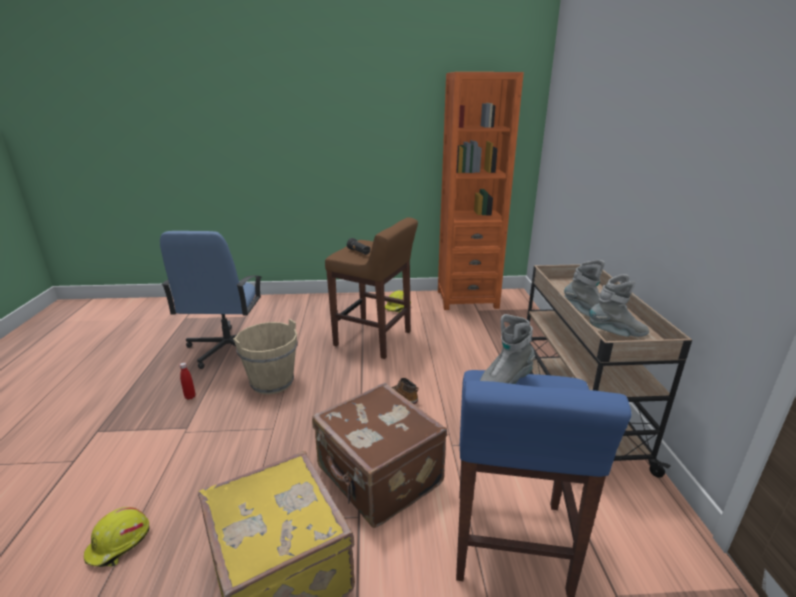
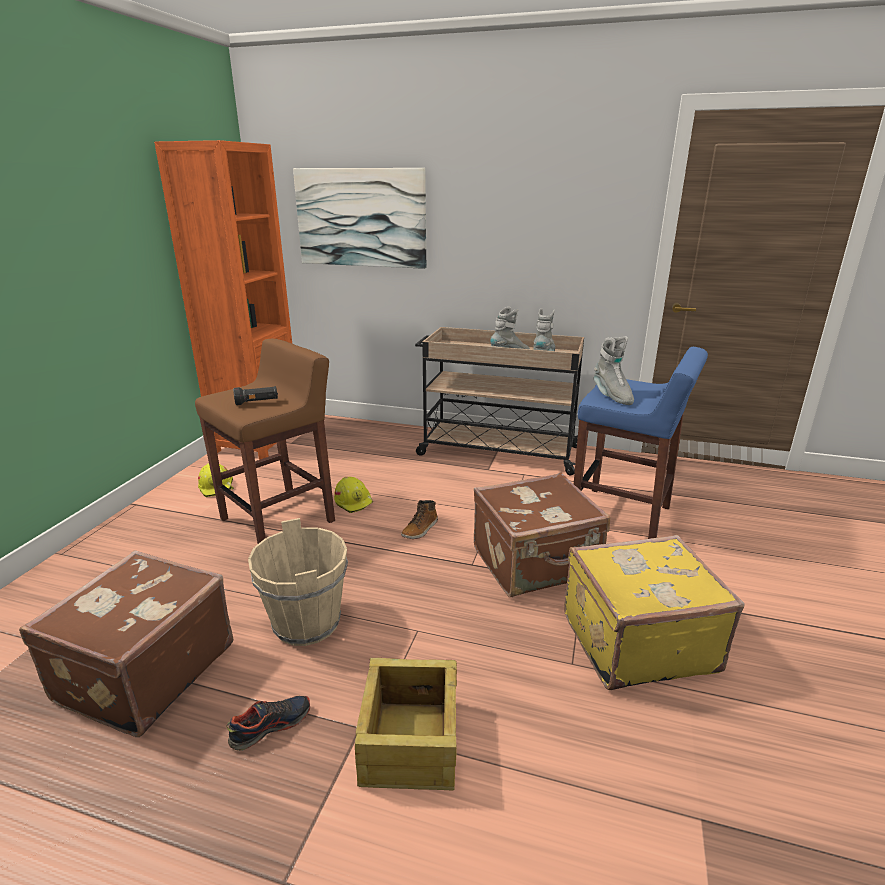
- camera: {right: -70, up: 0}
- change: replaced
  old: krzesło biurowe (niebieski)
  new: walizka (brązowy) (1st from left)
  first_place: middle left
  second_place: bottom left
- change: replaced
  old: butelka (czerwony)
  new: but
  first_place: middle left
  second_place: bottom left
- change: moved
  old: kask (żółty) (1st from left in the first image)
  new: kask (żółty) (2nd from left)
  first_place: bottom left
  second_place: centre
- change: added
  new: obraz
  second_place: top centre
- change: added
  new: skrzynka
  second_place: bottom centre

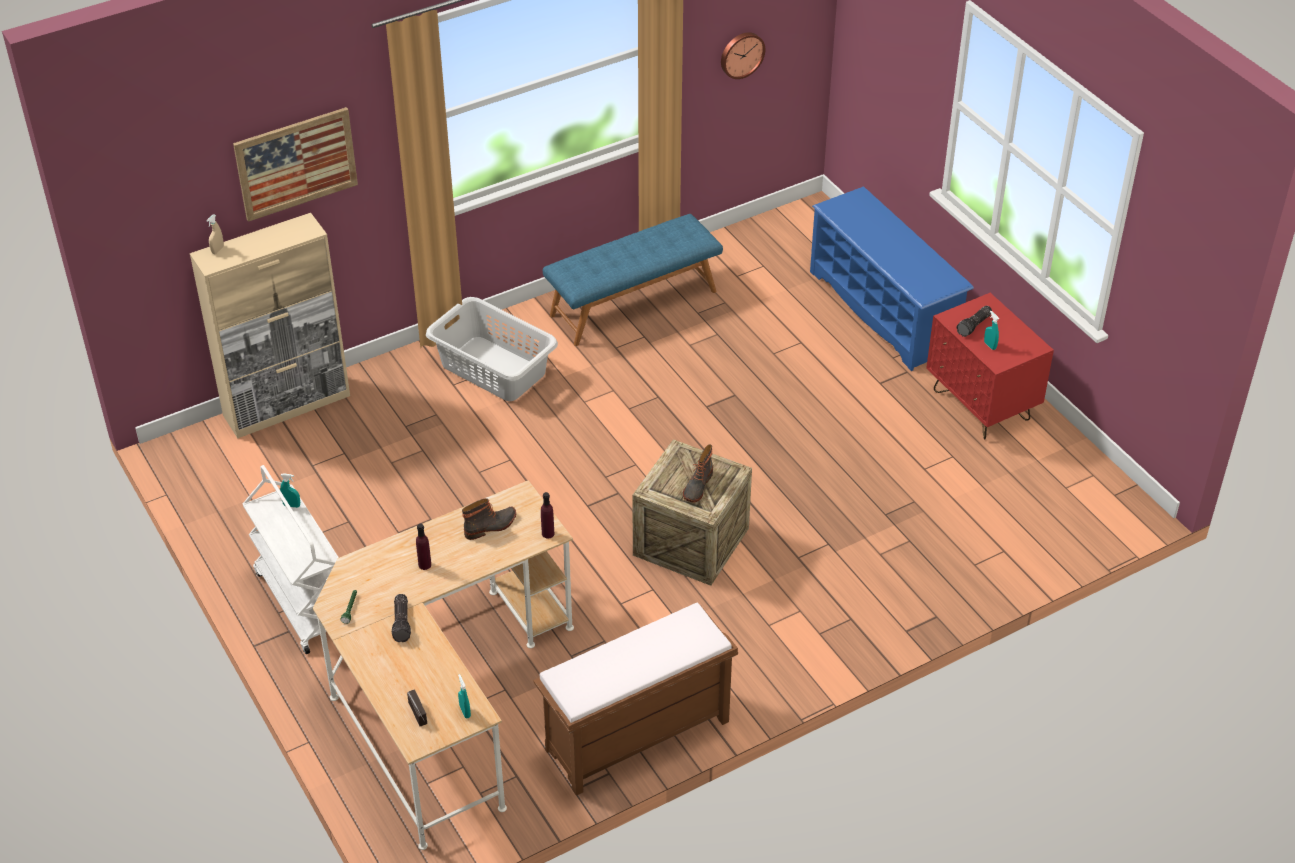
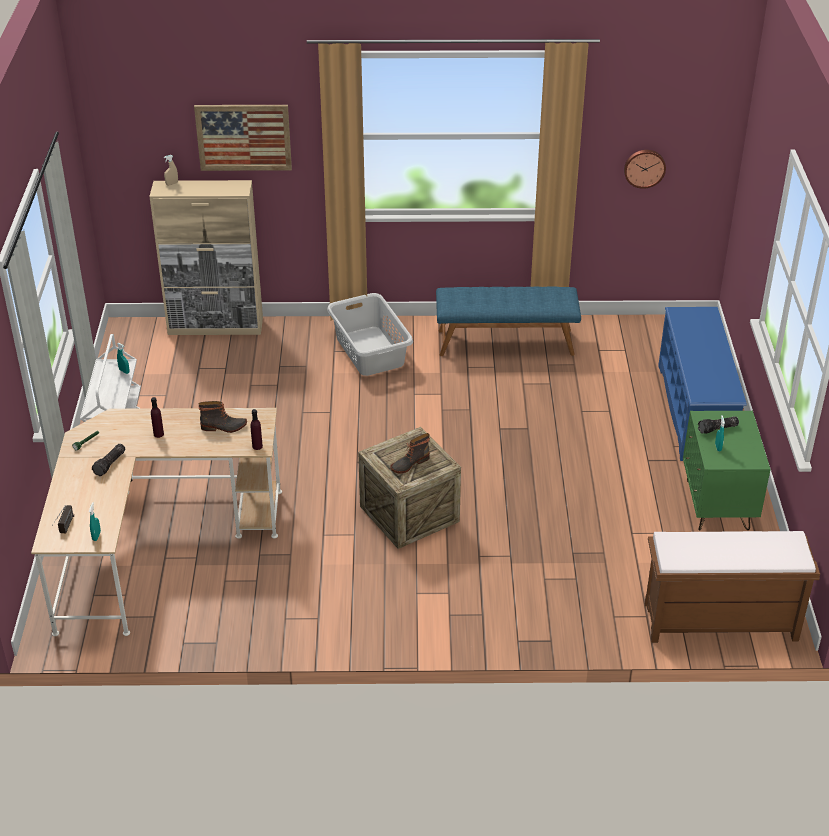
- camera: {right: 30, up: -5}
- change: recoloured
  old: szafka nocna (czerwony)
  new: szafka nocna (zielony)
  first_place: middle right
  second_place: middle right
- change: moved
  old: ławka (brązowy)
  first_place: bottom centre
  second_place: bottom right

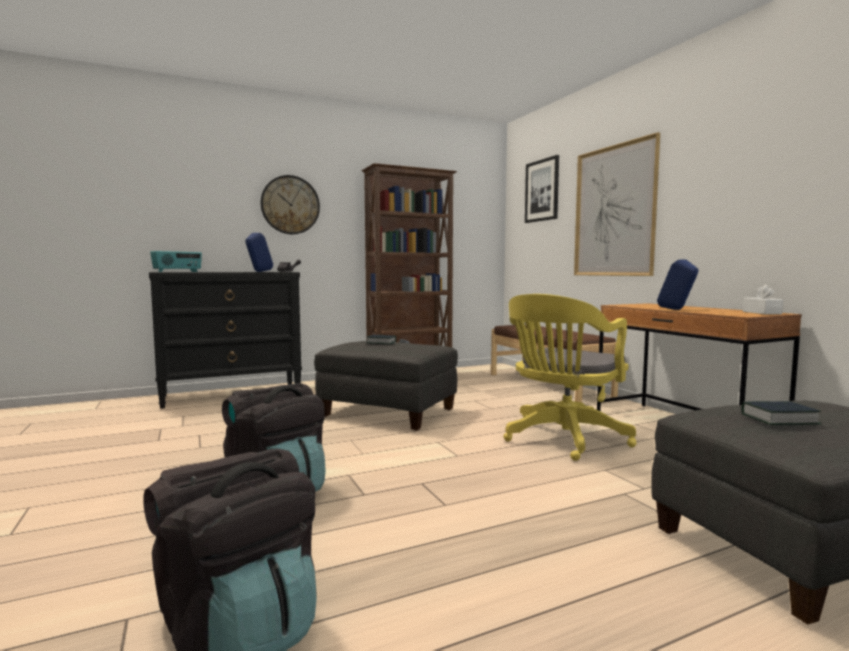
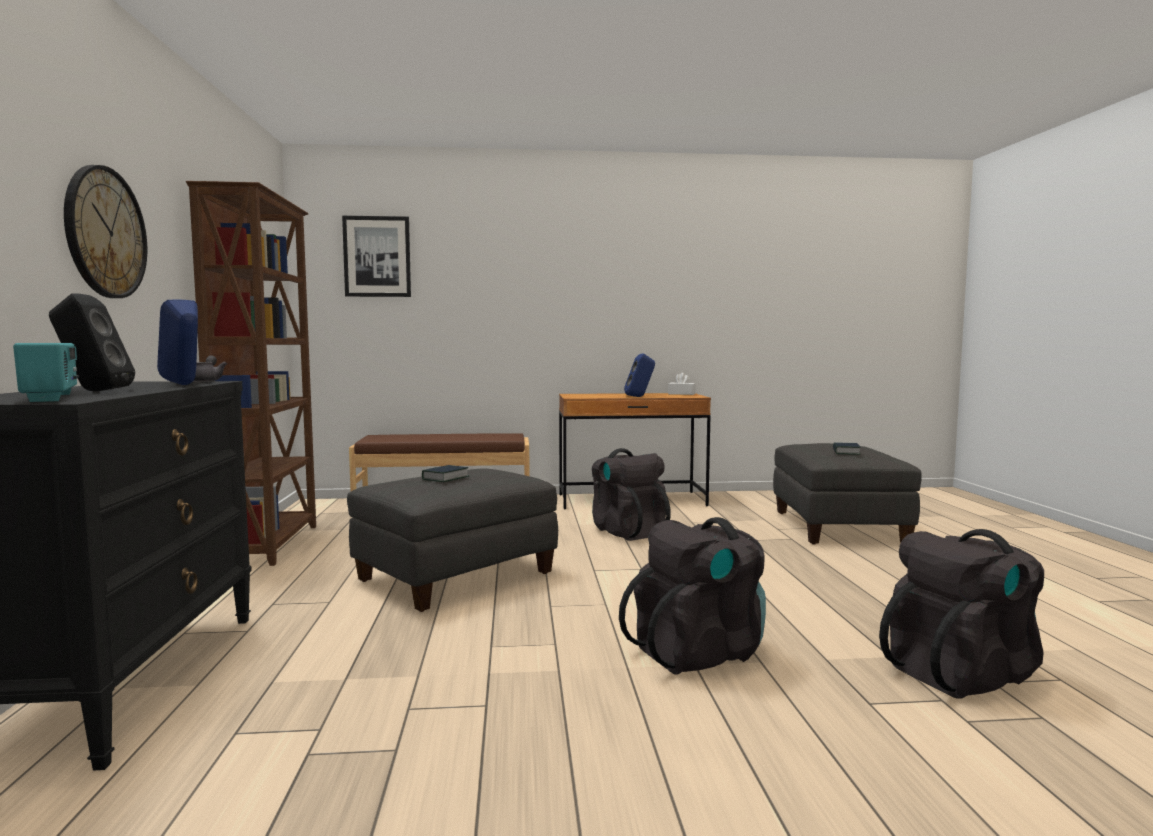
- camera: {right: -70, up: 0}
- change: removed
  old: obraz (2nd from left)
  first_place: top right
- change: replaced
  old: krzesło biurowe (żółty)
  new: plecak (czarny) (1st from left)
  first_place: middle right
  second_place: centre
- change: added
  new: głośnik (czarny)
  second_place: middle left

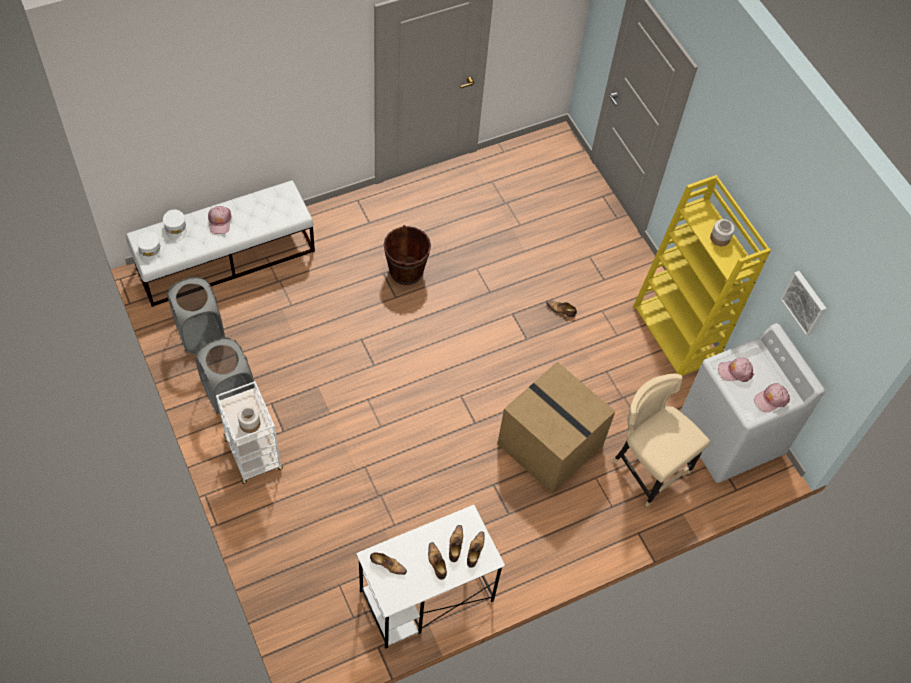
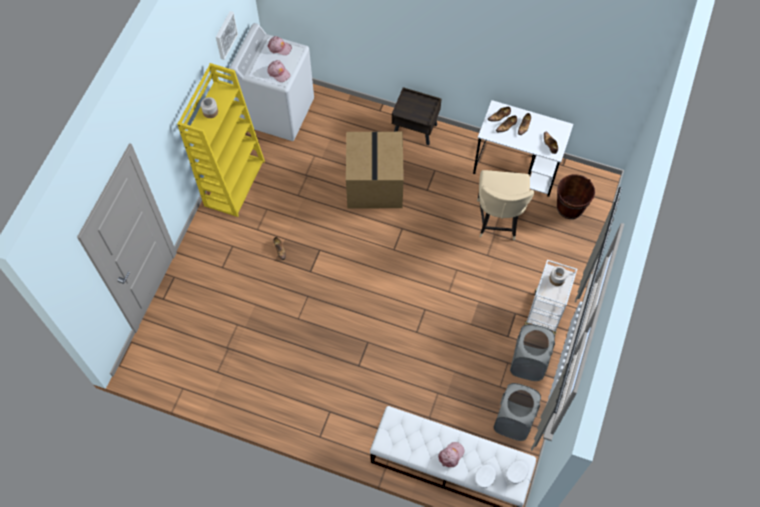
- camera: {right: -130, up: 5}
- change: moved
  old: wiadro (brązowy)
  first_place: centre
  second_place: middle right
- change: moved
  old: krzesło (beżowy)
  first_place: middle right
  second_place: centre
- change: added
  new: szafka nocna (brązowy)
  second_place: top centre

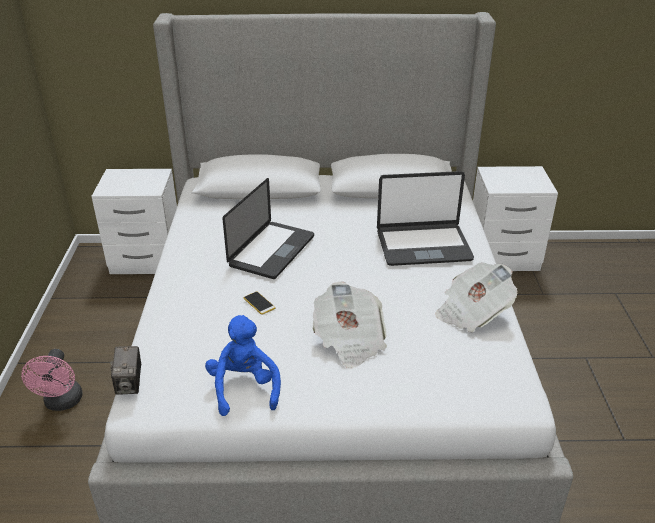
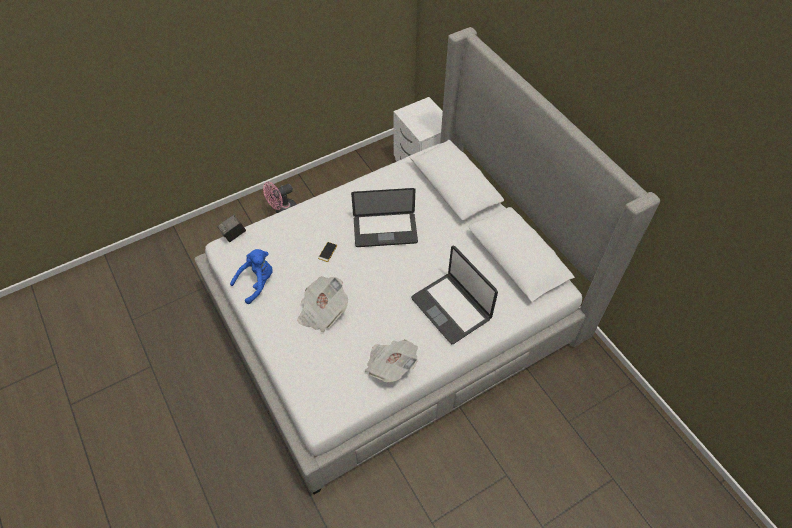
- camera: {right: 60, up: 20}
- change: removed
  old: szafka nocna (biały) (2nd from left)
  first_place: middle right

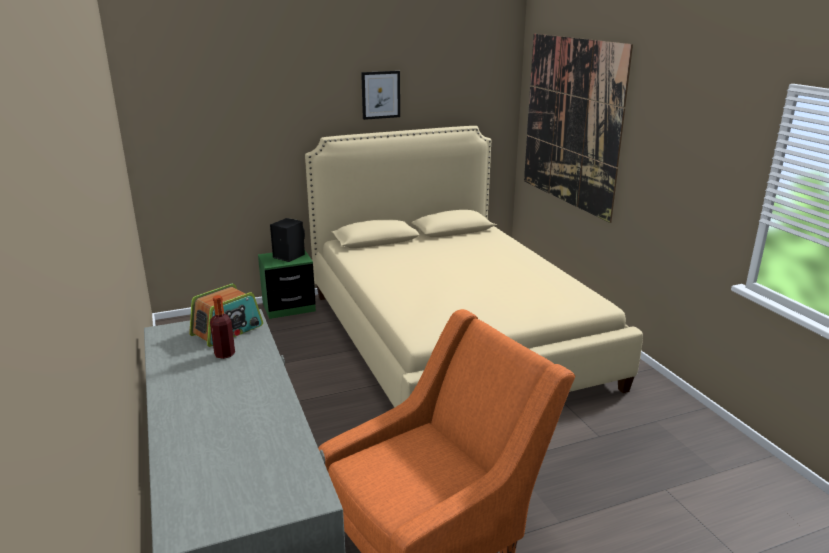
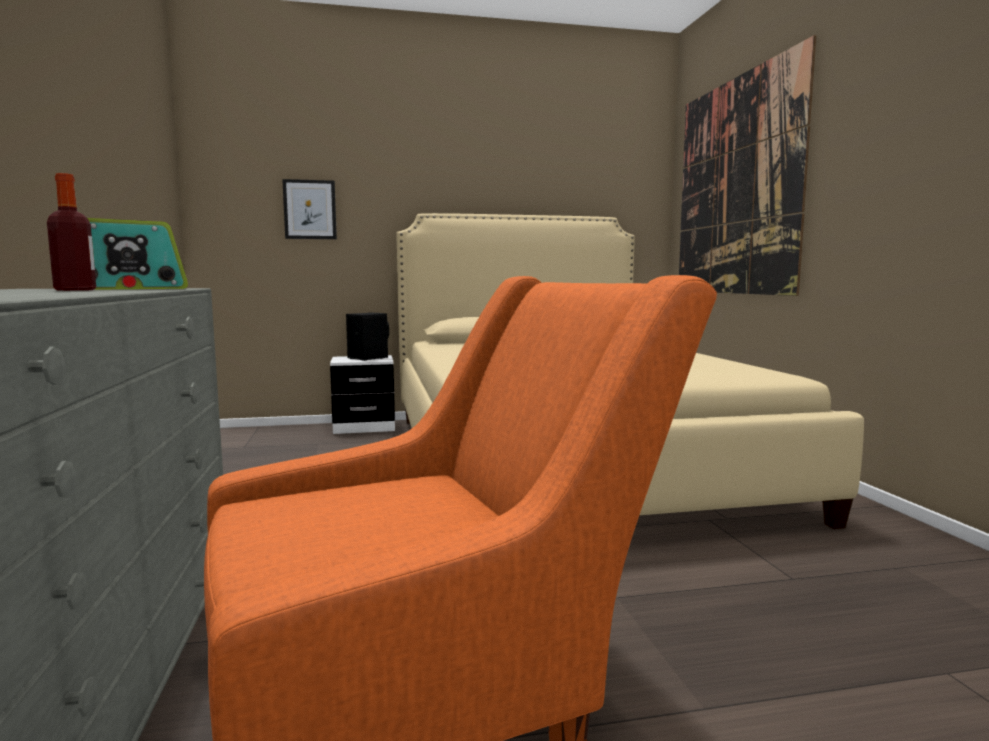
- camera: {right: 10, up: -15}
- change: moved
  old: obraz (1st from left)
  first_place: top centre
  second_place: top left
- change: recoloured
  old: szafka nocna (zielony)
  new: szafka nocna (biały)
  first_place: centre
  second_place: centre

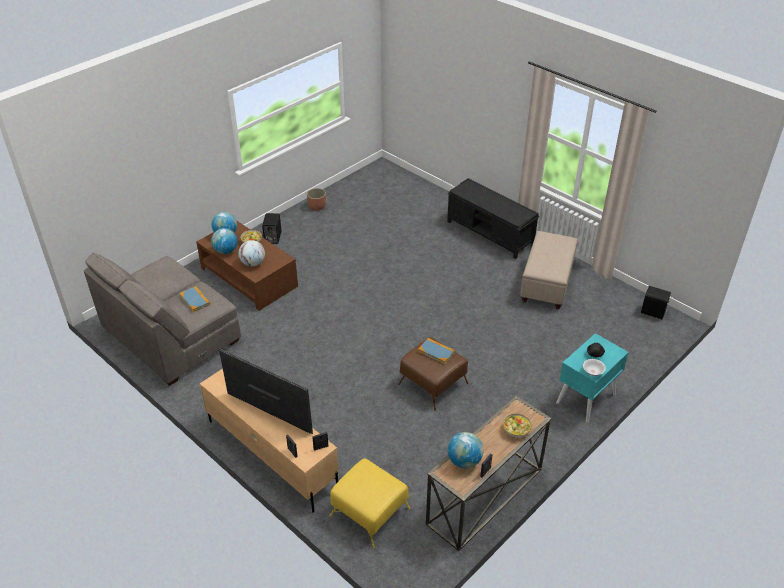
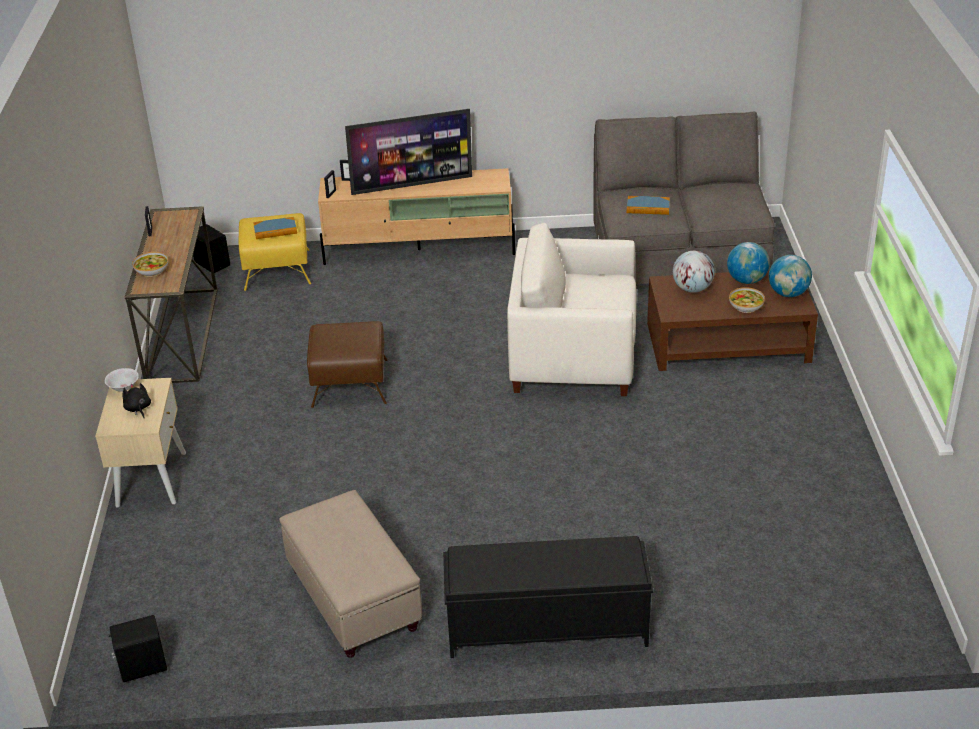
- camera: {right: 135, up: -5}
- change: removed
  old: donica
  first_place: centre
- change: moved
  old: głośnik (czarny) (1st from left in the first image)
  new: głośnik (czarny) (2nd from left)
  first_place: centre
  second_place: middle left
- change: recoloured
  old: szafka nocna (turkusowy)
  new: szafka nocna (beżowy)
  first_place: middle right
  second_place: middle left
- change: moved
  old: książka (2nd from left in the first image)
  new: książka (1st from left)
  first_place: centre
  second_place: top left
- change: removed
  old: globus (4th from left)
  first_place: bottom centre
- change: added
  new: fotel (biały)
  second_place: centre

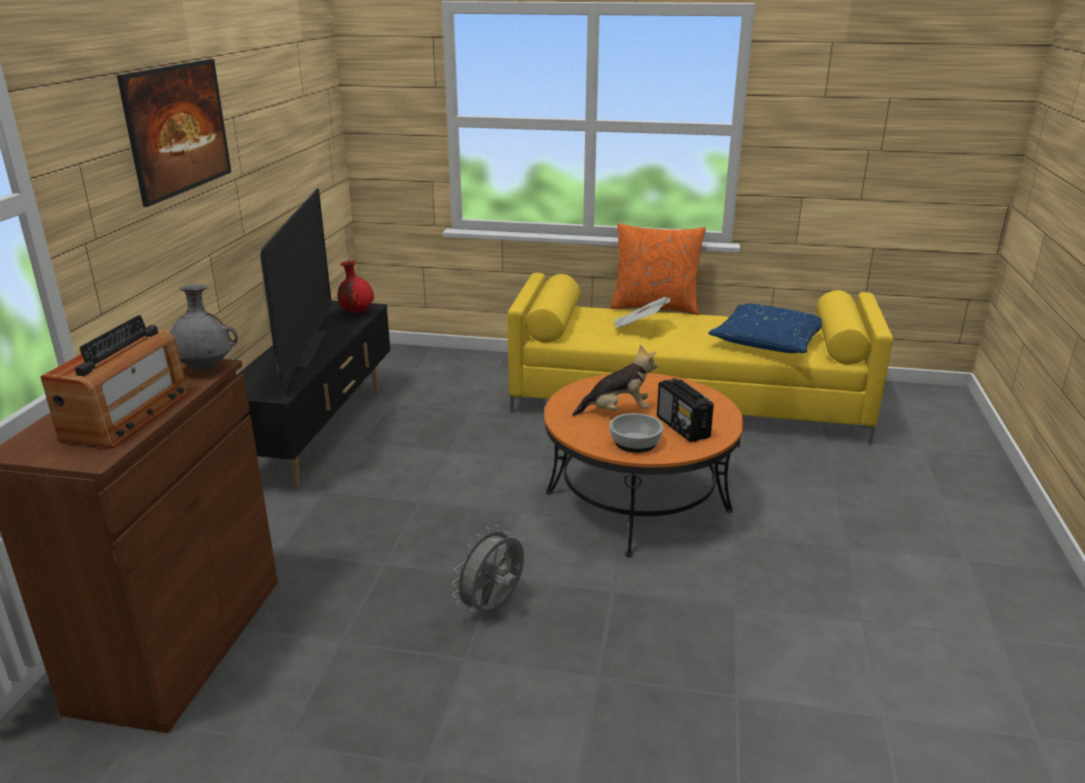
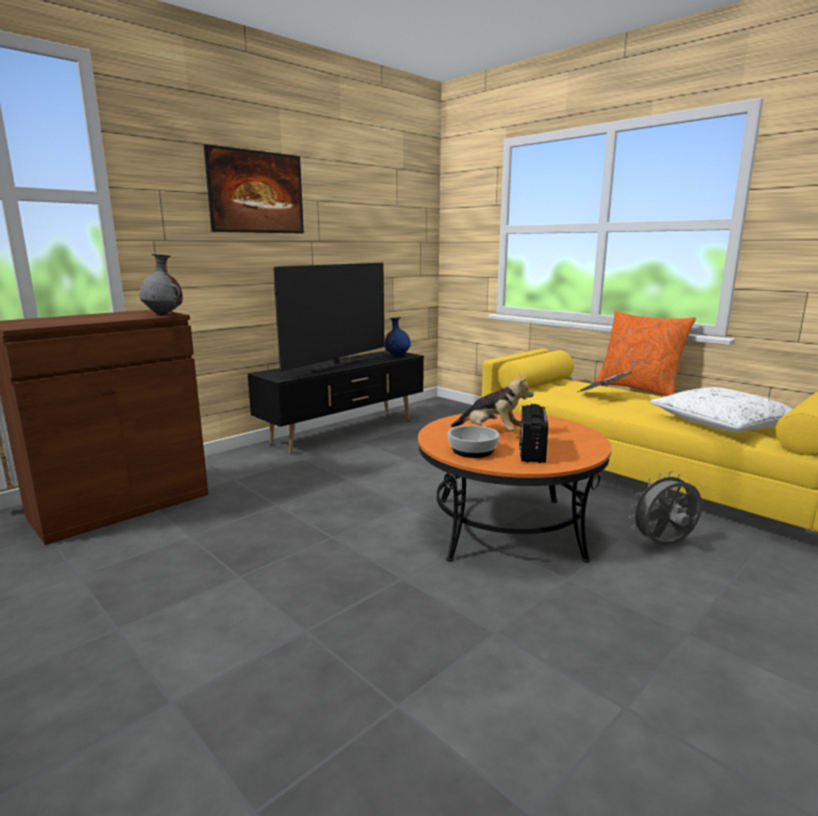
- camera: {right: 35, up: -10}
- change: recoloured
  old: wazon (czerwony)
  new: wazon (niebieski)
  first_place: middle left
  second_place: centre
- change: recoloured
  old: poduszka (niebieski)
  new: poduszka (biały)
  first_place: middle right
  second_place: middle right
- change: removed
  old: radio (1st from left)
  first_place: middle left
- change: moved
  old: wentylator (szary)
  first_place: bottom centre
  second_place: middle right

